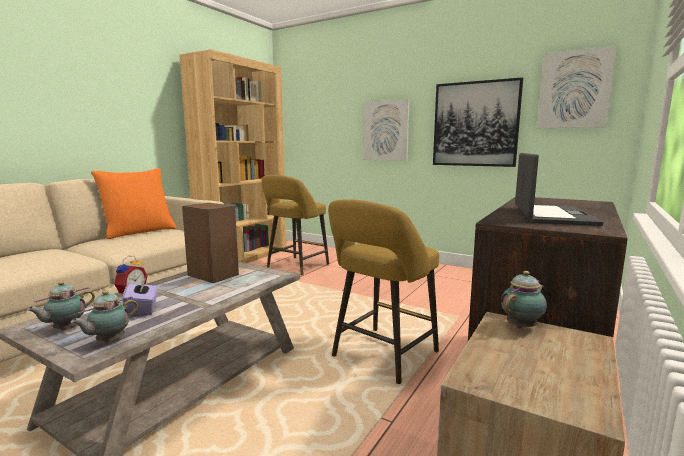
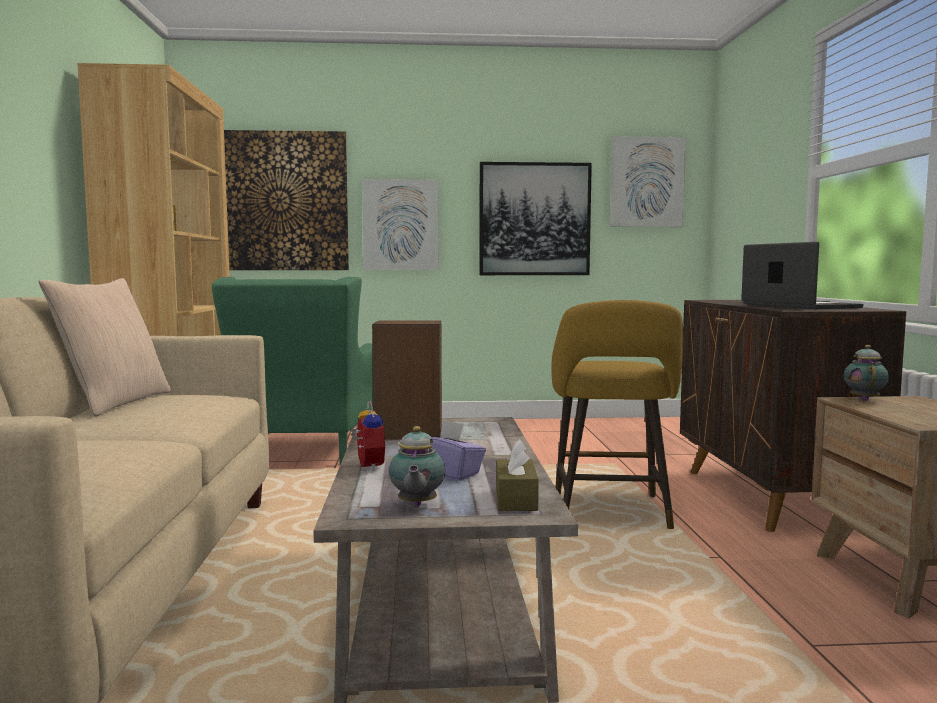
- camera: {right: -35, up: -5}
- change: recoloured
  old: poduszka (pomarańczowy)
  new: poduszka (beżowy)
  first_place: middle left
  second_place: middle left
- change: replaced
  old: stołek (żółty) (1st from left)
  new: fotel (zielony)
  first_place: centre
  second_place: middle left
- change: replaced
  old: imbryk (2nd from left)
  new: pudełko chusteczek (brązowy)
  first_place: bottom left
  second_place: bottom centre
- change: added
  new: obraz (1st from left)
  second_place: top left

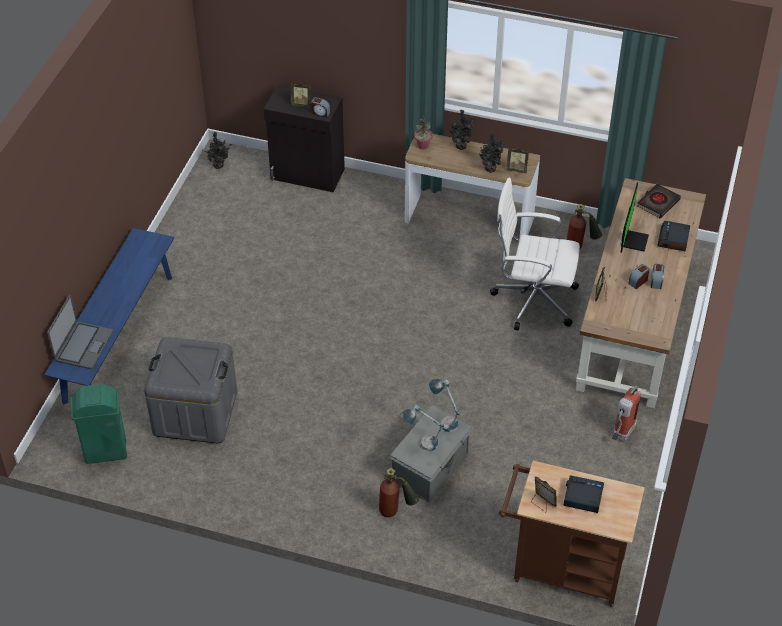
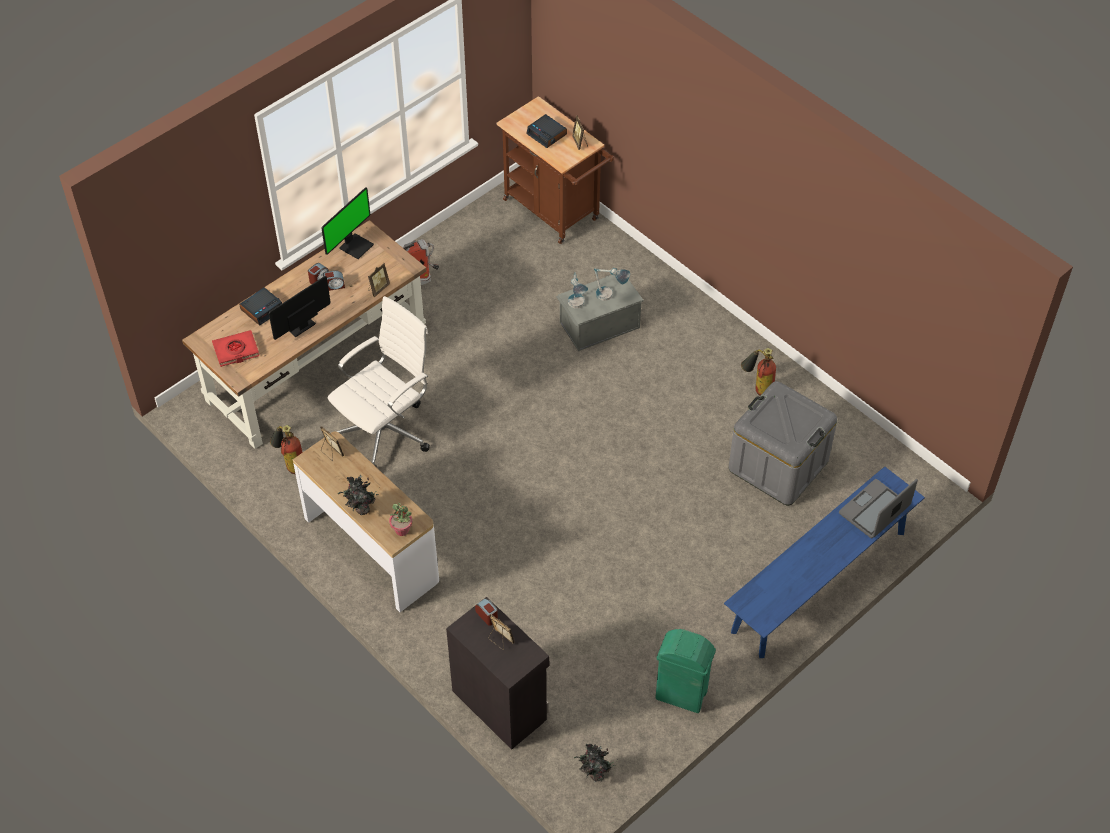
- camera: {right: -150, up: 5}
- change: removed
  old: roślina doniczkowa (4th from left)
  first_place: top centre
- change: turned
  old: krzesło biurowe (biały)
  first_place: middle right
  second_place: centre
  degrees: -90
- change: recoloured
  old: książka (czarny)
  new: książka (czerwony)
  first_place: top right
  second_place: middle left
- change: moved
  old: kosz na śmieci (zielony)
  first_place: bottom left
  second_place: bottom centre
- change: moved
  old: gaśnica (1st from left in the first image)
  new: gaśnica (3rd from left)
  first_place: bottom centre
  second_place: middle right
- change: added
  new: monitor (2nd from left)
  second_place: top left

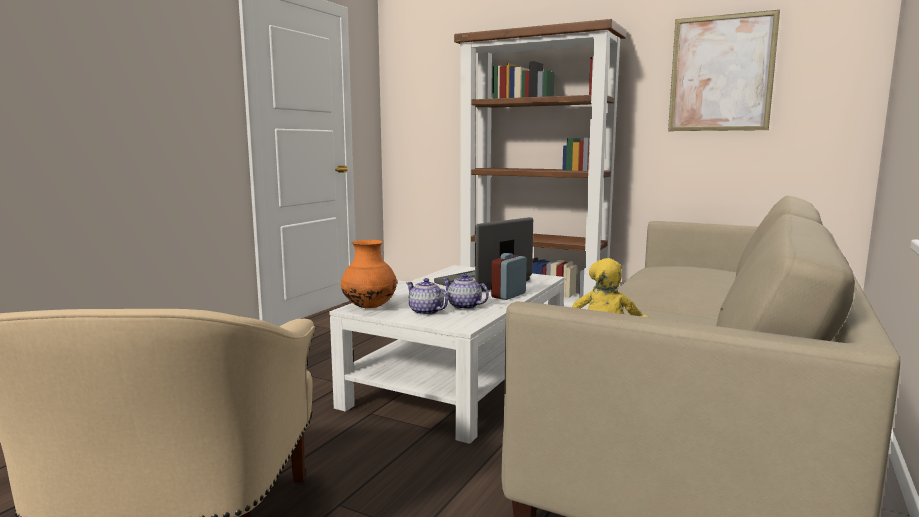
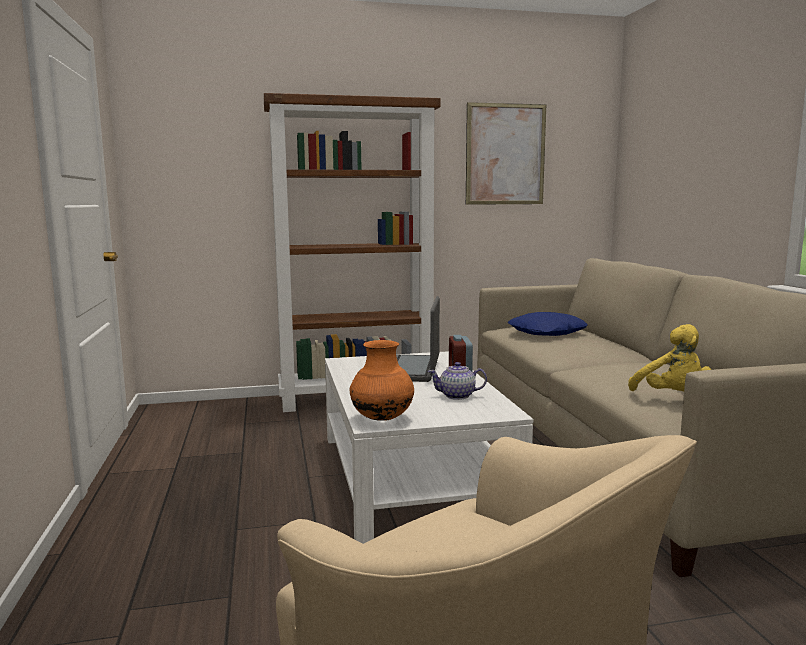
- camera: {right: -40, up: 0}
- change: removed
  old: imbryk (1st from left)
  first_place: centre
- change: added
  new: poduszka (niebieski)
  second_place: middle right

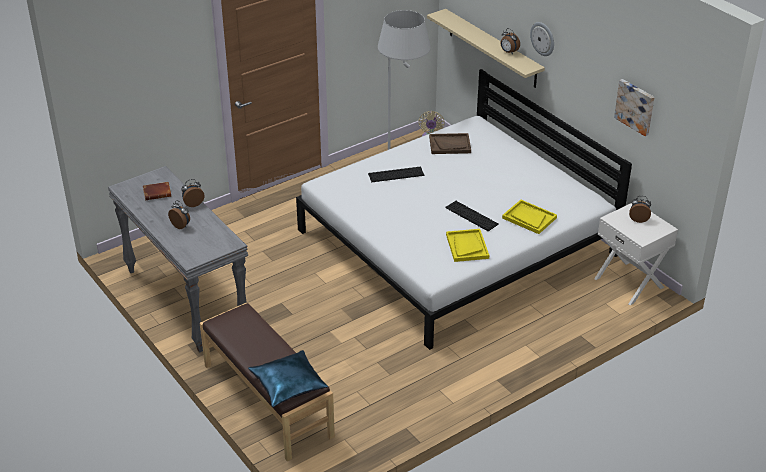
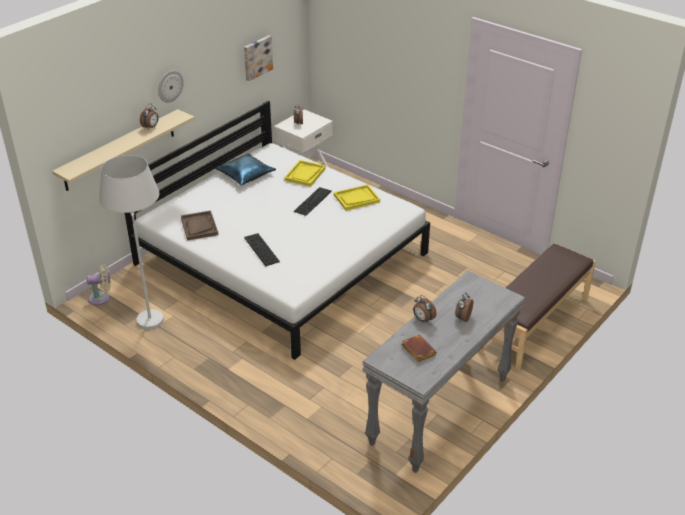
- camera: {right: -105, up: 0}
- change: moved
  old: poduszka (niebieski)
  first_place: bottom centre
  second_place: top centre

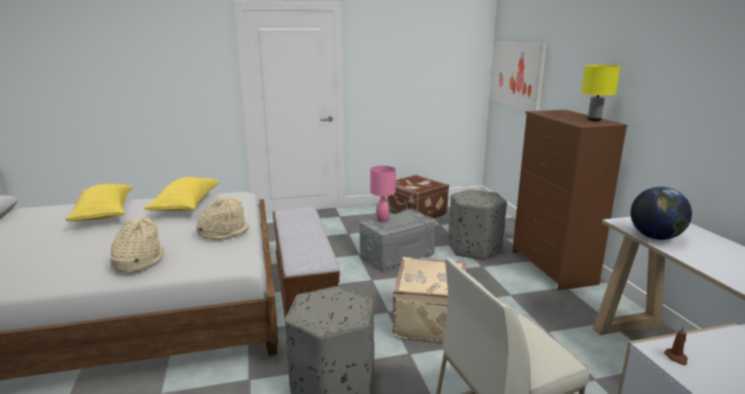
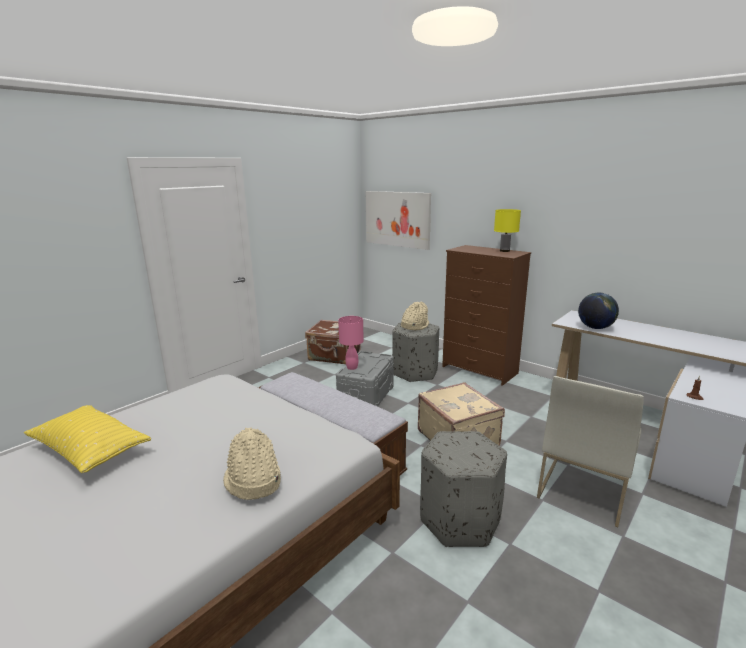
- camera: {right: -35, up: 0}
- change: removed
  old: poduszka (żółty) (2nd from left)
  first_place: middle left
- change: moved
  old: kapelusz (beżowy) (2nd from left)
  first_place: middle left
  second_place: centre

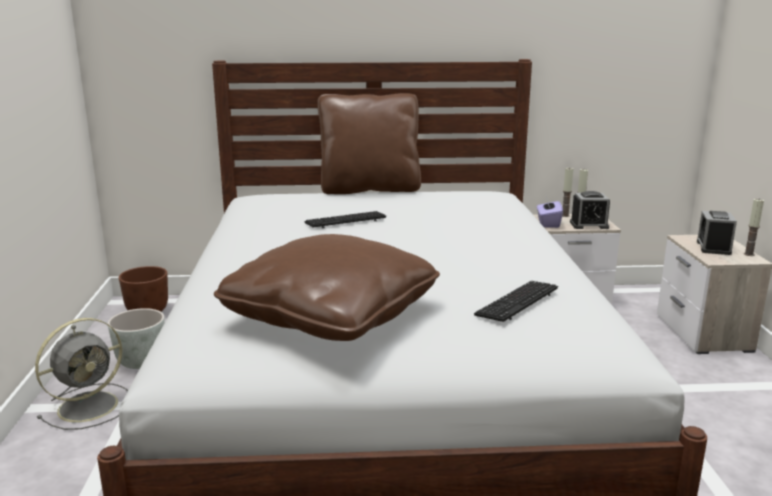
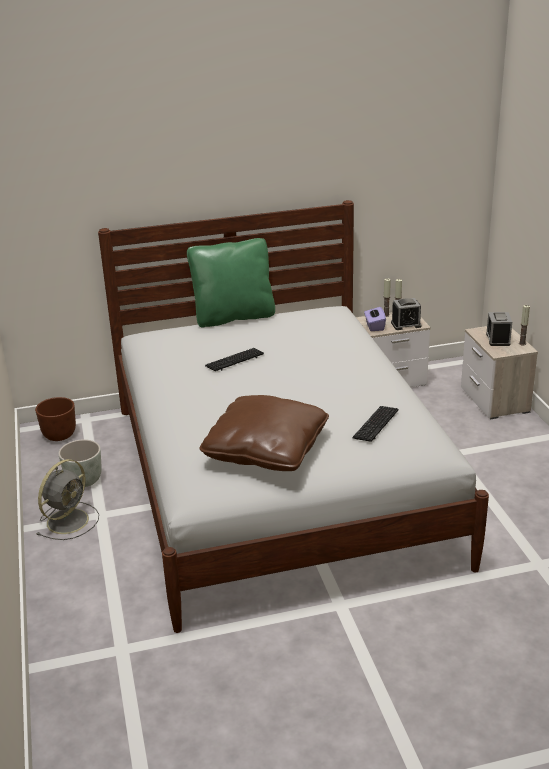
- camera: {right: -10, up: 10}
- change: recoloured
  old: poduszka (brązowy) (2nd from left)
  new: poduszka (zielony)
  first_place: top centre
  second_place: centre

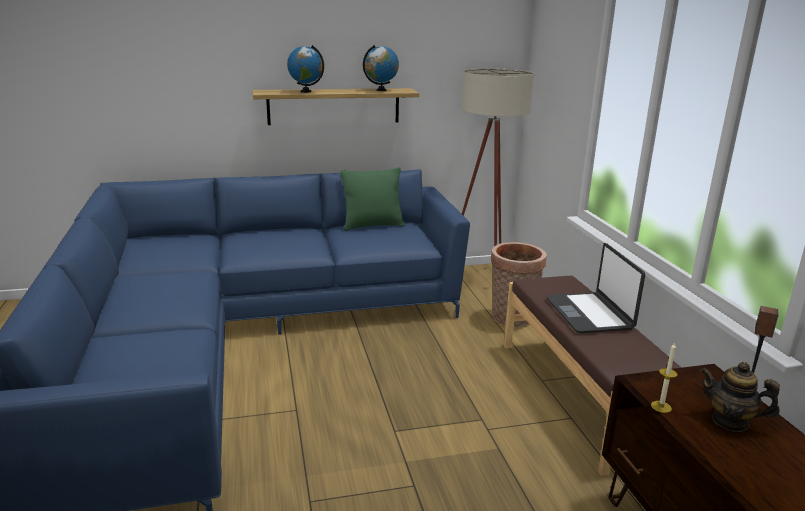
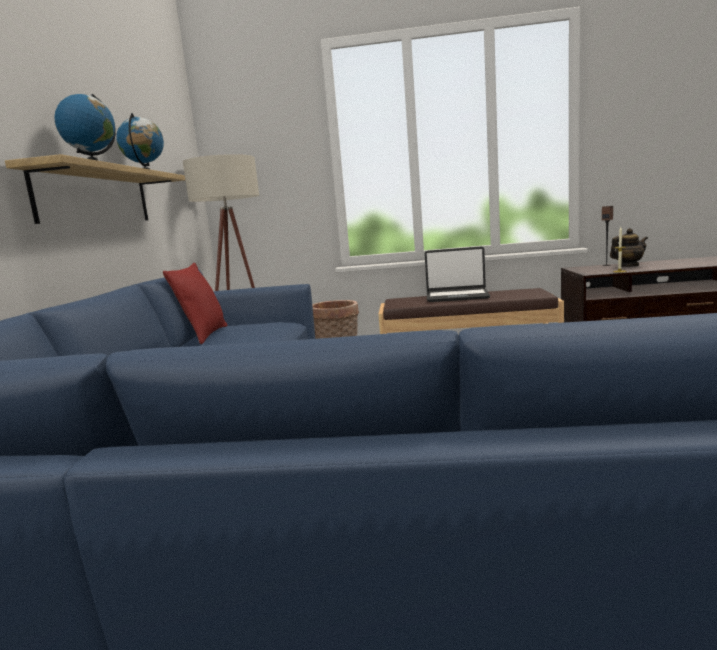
- camera: {right: -70, up: -10}
- change: recoloured
  old: poduszka (zielony)
  new: poduszka (czerwony)
  first_place: centre
  second_place: middle left
- change: turned
  old: imbryk
  first_place: bottom right
  second_place: middle right
  degrees: -150

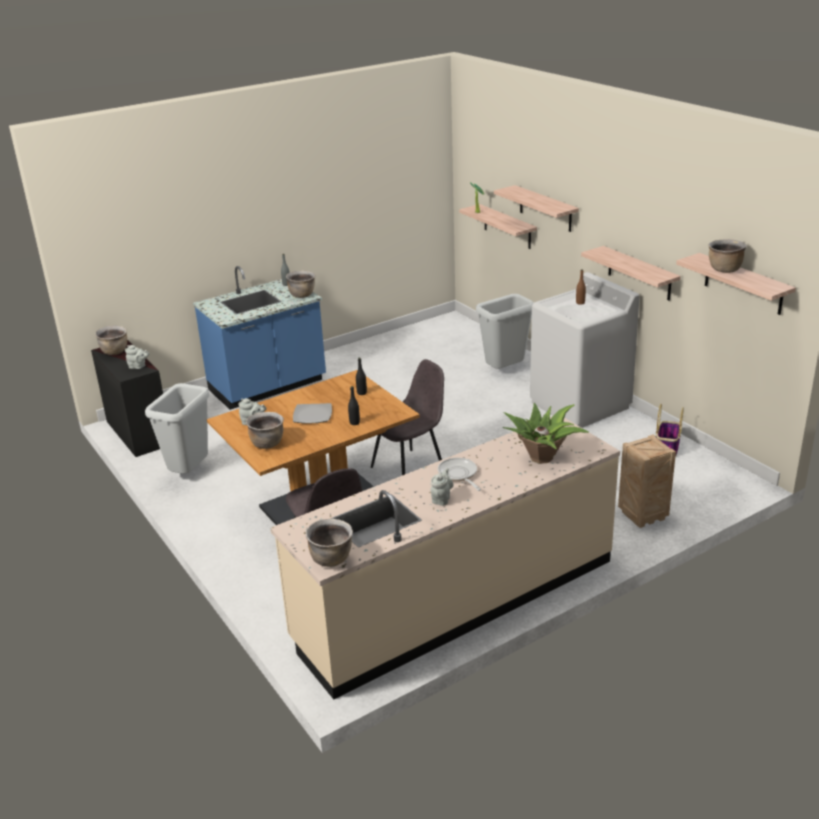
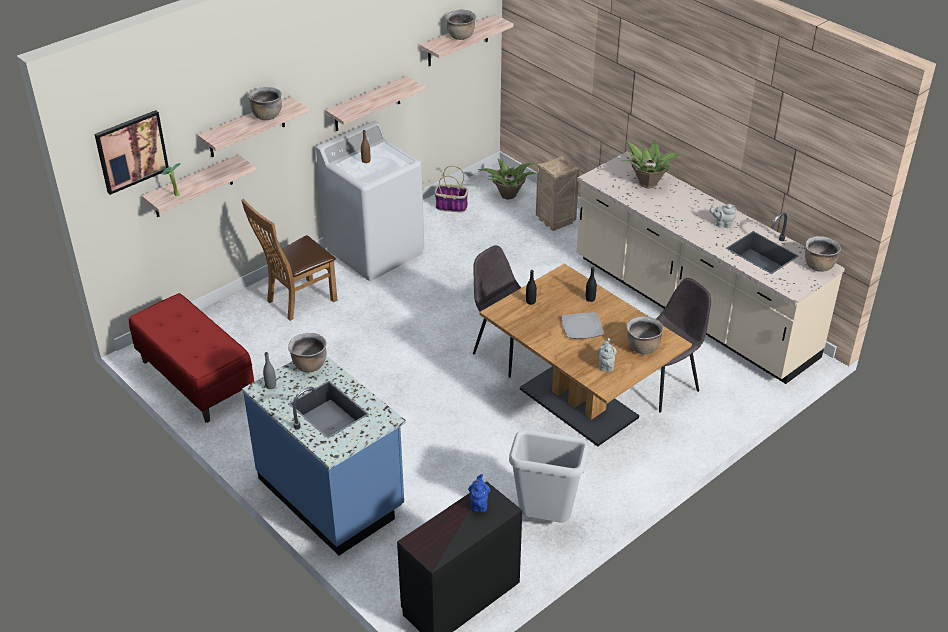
- camera: {right: -100, up: 10}
- change: replaced
  old: kosz na śmieci (szary) (2nd from left)
  new: krzesło (brązowy)
  first_place: centre
  second_place: middle left
- change: moved
  old: garnek (brązowy) (1st from left)
  first_place: middle left
  second_place: top left
- change: recoloured
  old: imbryk (szary) (1st from left)
  new: imbryk (niebieski)
  first_place: middle left
  second_place: bottom centre
- change: removed
  old: patelnia
  first_place: centre
- change: added
  new: obraz
  second_place: top left
- change: added
  new: roślina doniczkowa (2nd from left)
  second_place: top centre
- change: added
  new: ławka (czerwony)
  second_place: middle left

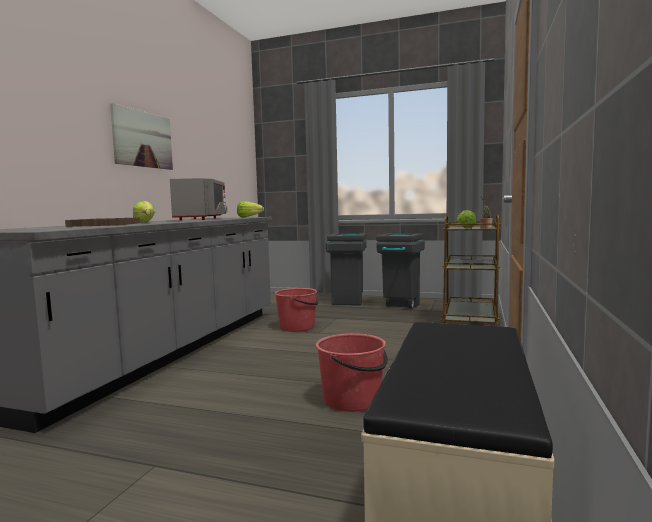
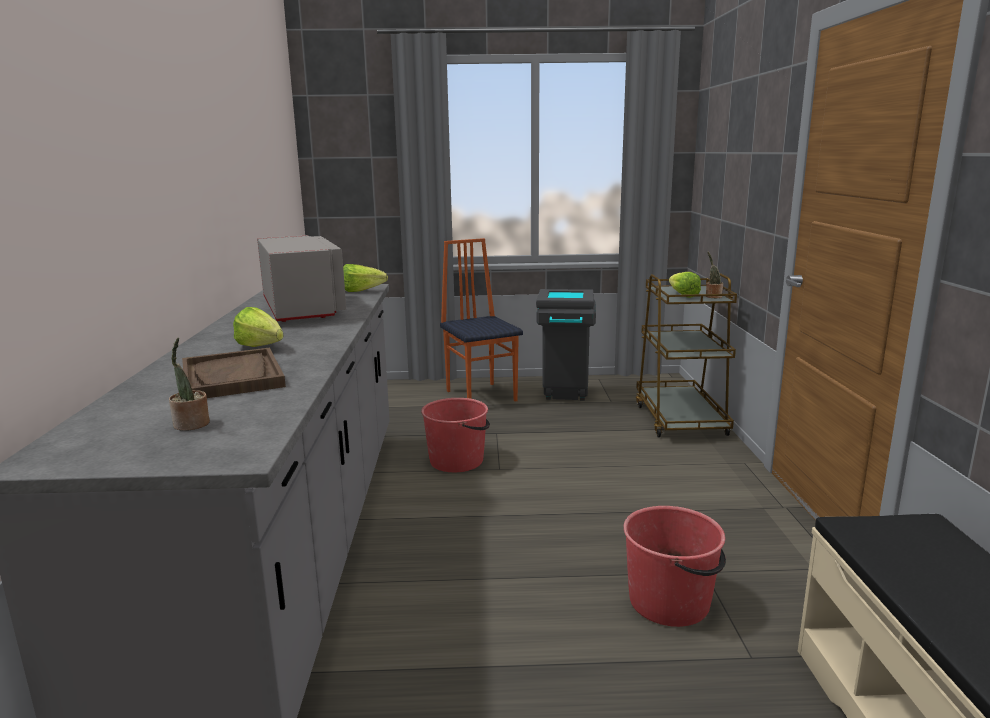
- camera: {right: -20, up: 10}
- change: removed
  old: obraz
  first_place: top left
- change: replaced
  old: kosz na śmieci (szary) (1st from left)
  new: krzesło
  first_place: centre
  second_place: centre
- change: added
  new: roślina doniczkowa (1st from left)
  second_place: middle left

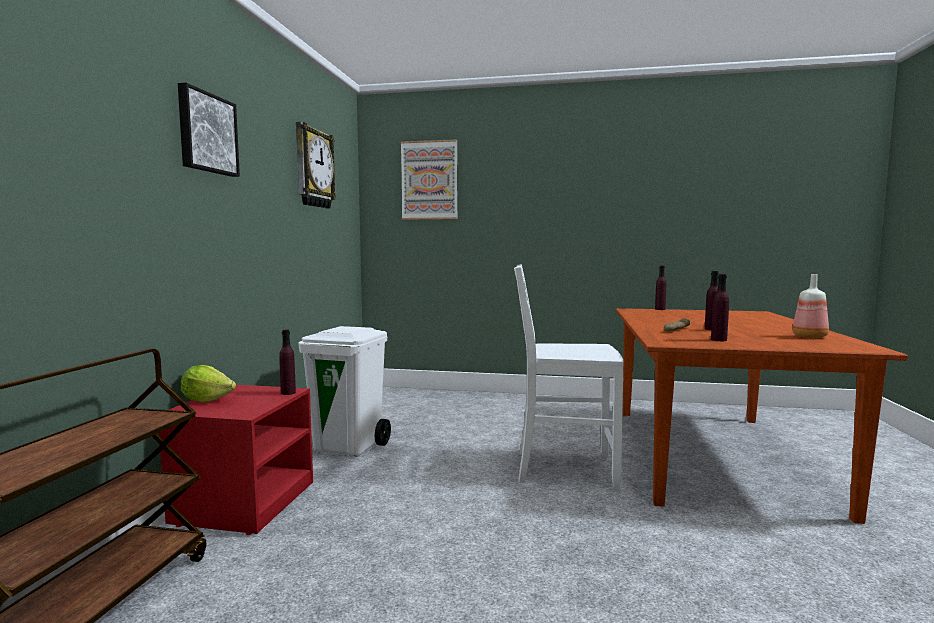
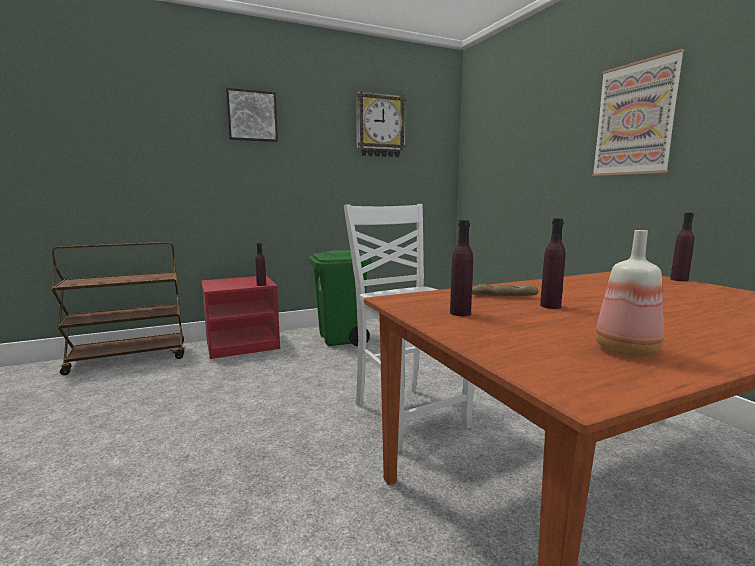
- camera: {right: 55, up: 5}
- change: moved
  old: obraz (2nd from left)
  first_place: top centre
  second_place: top right
- change: recoloured
  old: kosz na śmieci (biały)
  new: kosz na śmieci (zielony)
  first_place: centre
  second_place: centre
- change: removed
  old: sałata
  first_place: middle left

